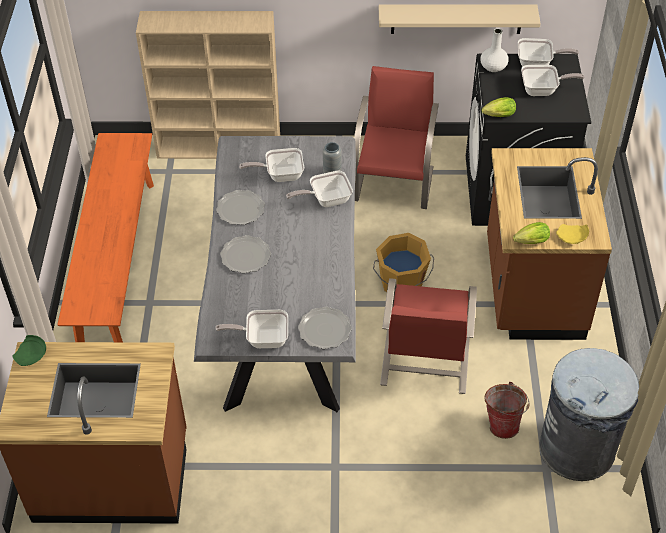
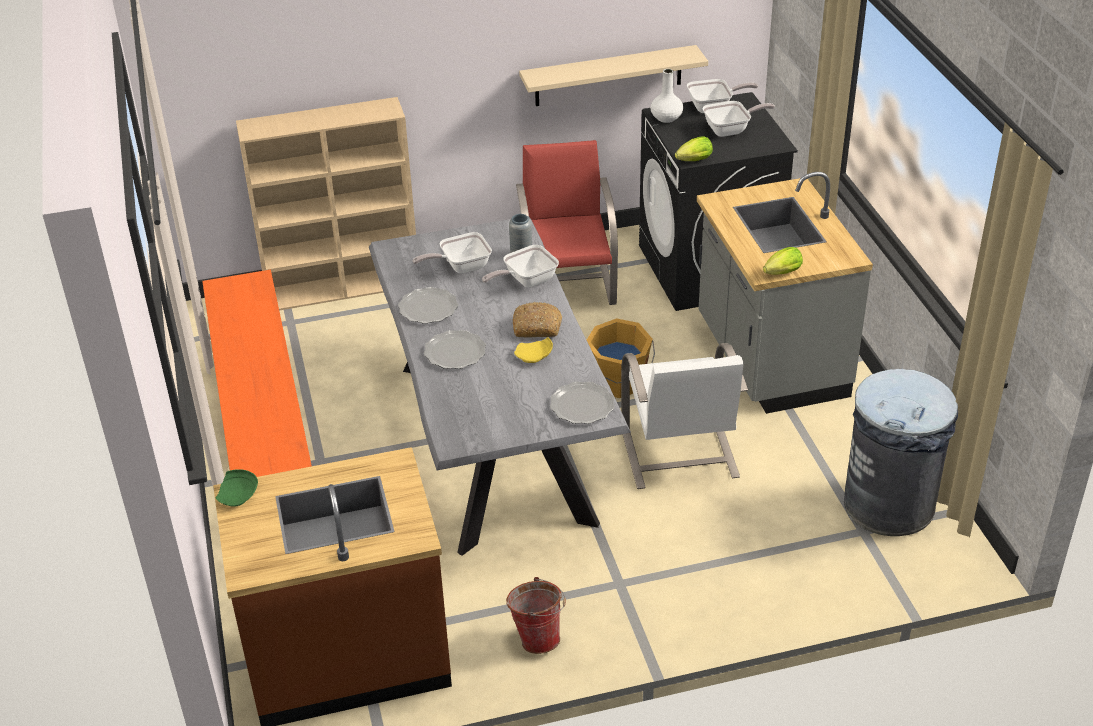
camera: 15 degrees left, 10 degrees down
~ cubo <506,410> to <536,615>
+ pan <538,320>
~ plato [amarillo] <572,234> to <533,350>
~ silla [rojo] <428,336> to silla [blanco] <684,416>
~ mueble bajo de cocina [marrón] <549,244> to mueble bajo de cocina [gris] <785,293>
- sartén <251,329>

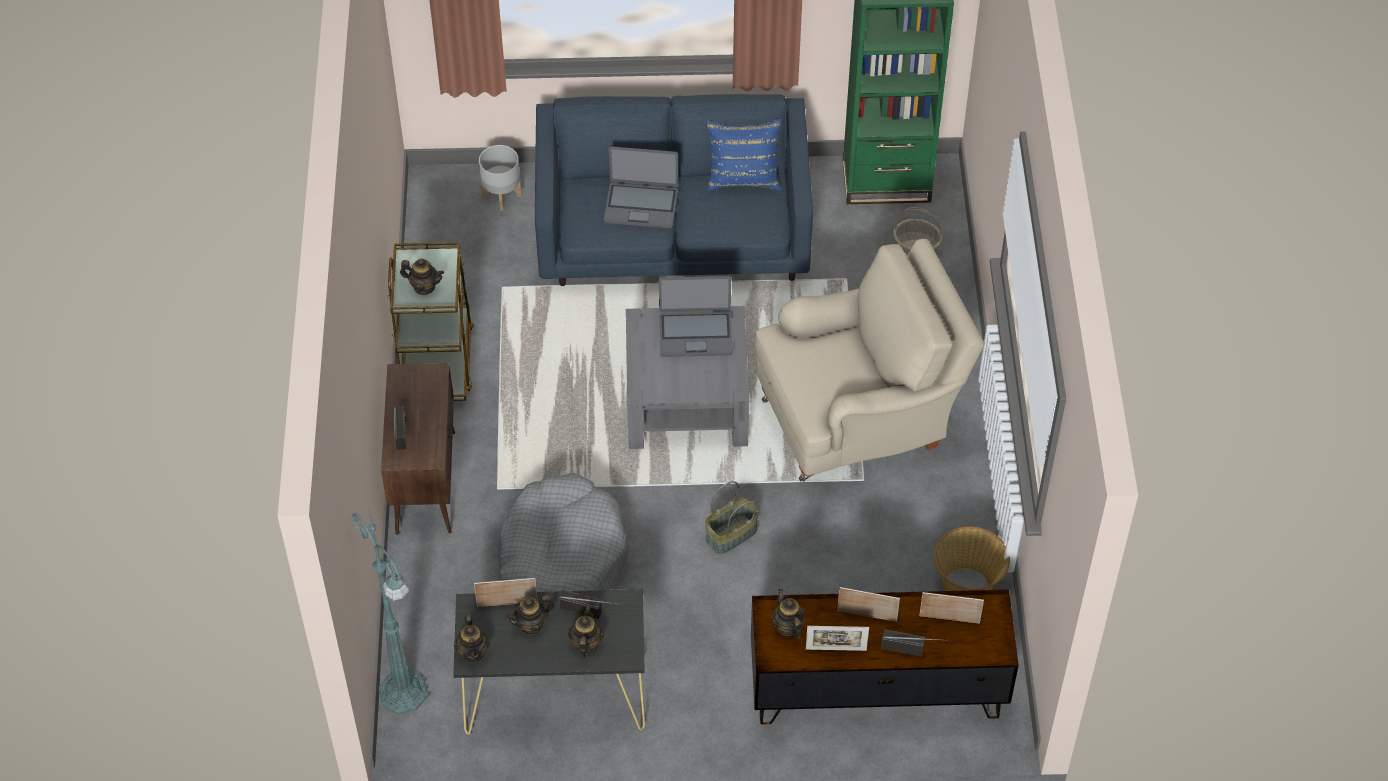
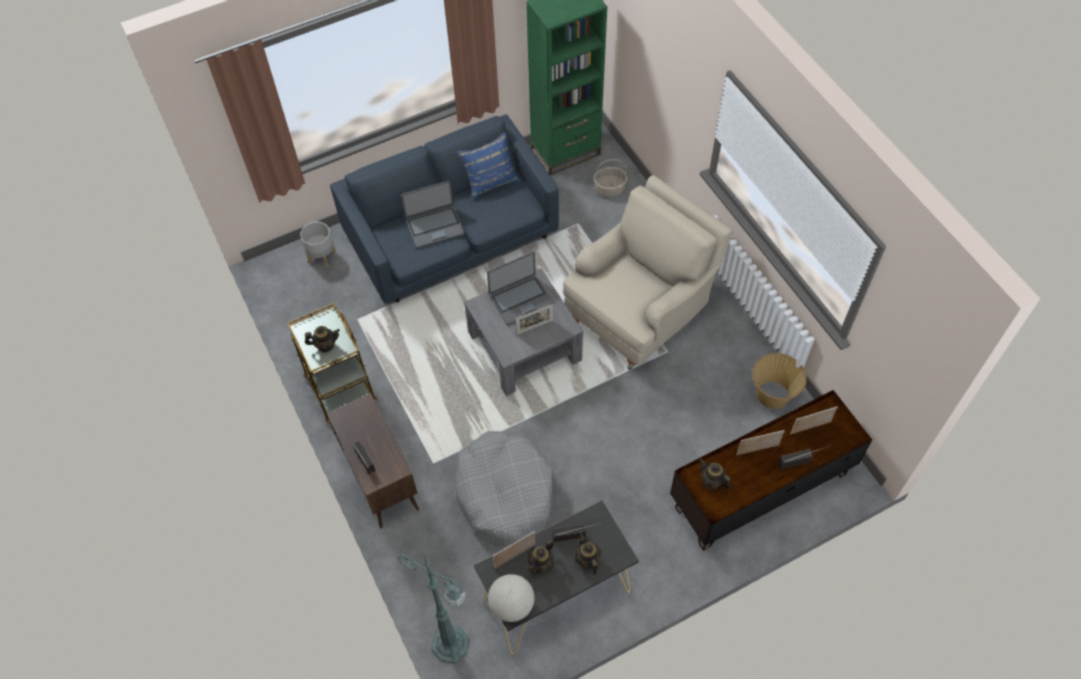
camera: 25 degrees left, 5 degrees up
~ tetera <472,638> to globo terráqueo <511,598>
~ portarretratos <837,638> to <534,319>
- cesta <732,517>

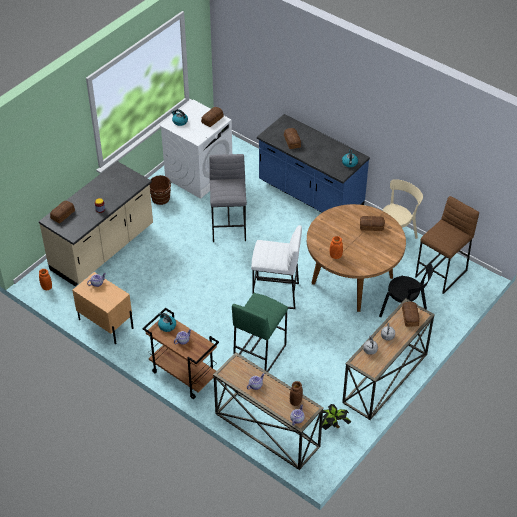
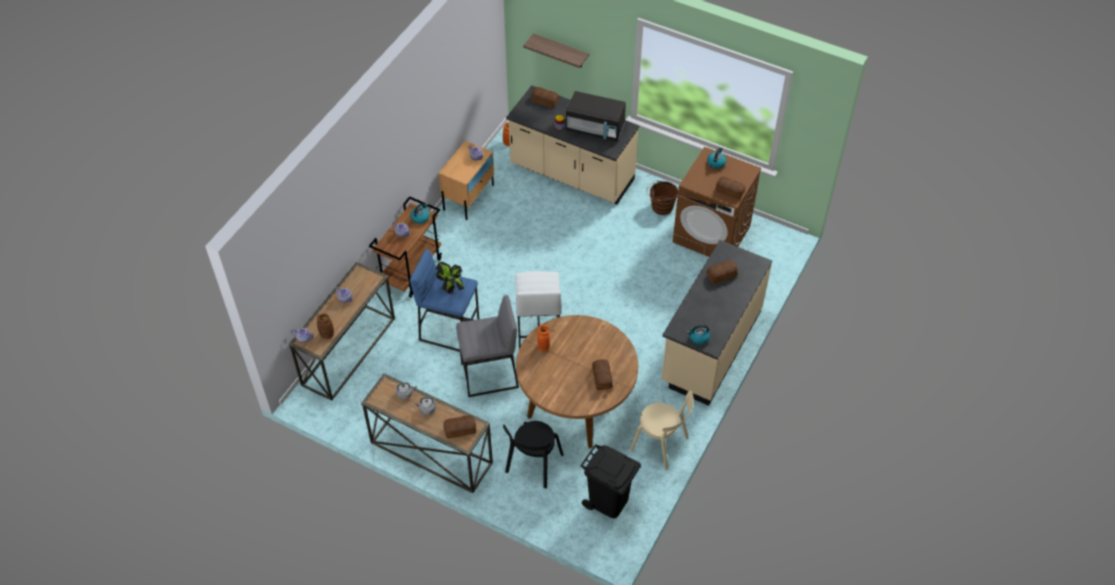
camera: 80 degrees right, 5 degrees up
~ taburete [verde] <260,332> to taburete [azul] <444,300>
~ planta en maceta <337,417> to <450,278>
~ taburete [gris] <228,198> to <487,346>
+ estante <556,50>
+ microondas [negro] <596,116>
~ taburete [marrón] <447,245> to papelera [negro] <611,481>
~ mueble bajo de cocina [azul] <313,163> to mueble bajo de cocina [beis] <716,323>
~ lavadora [blanco] <196,149> to lavadora [marrón] <717,202>

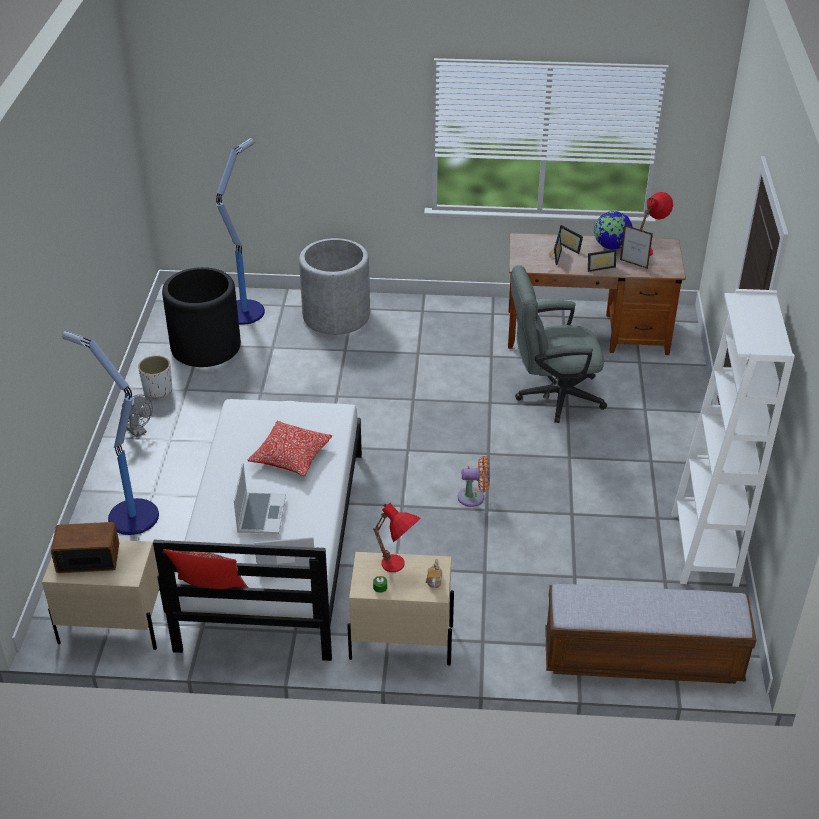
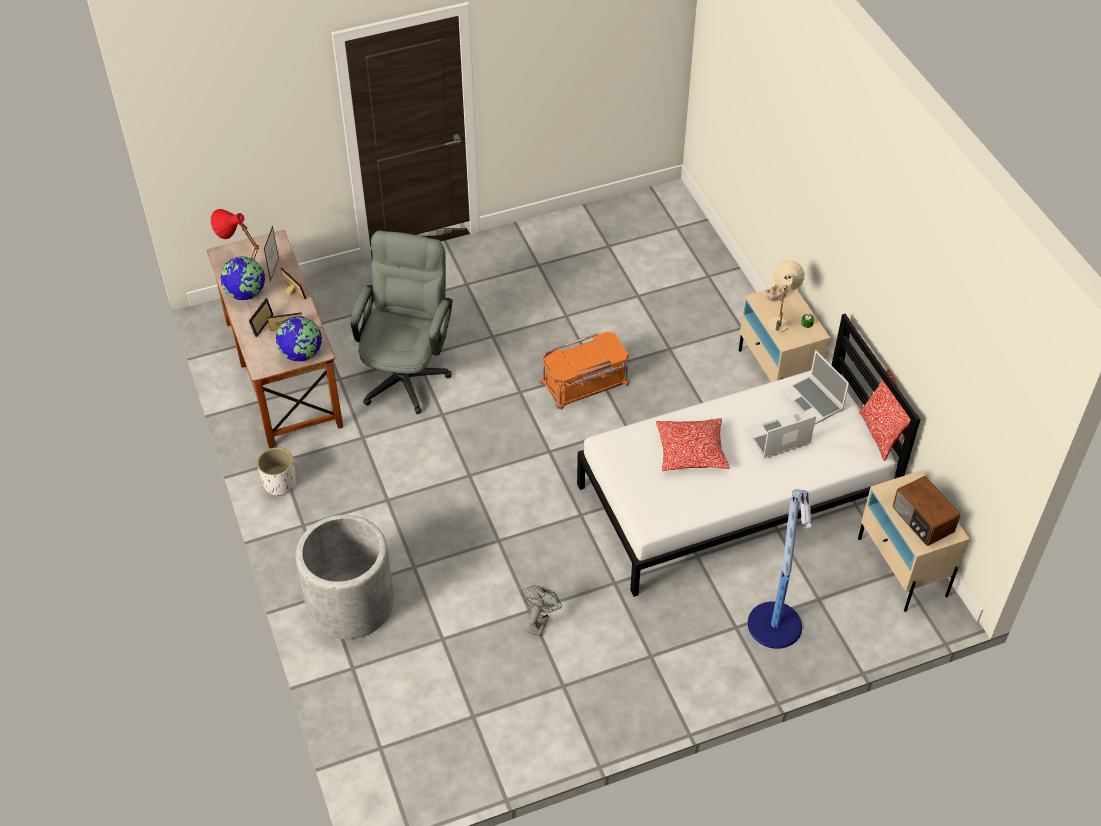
camera: 115 degrees left, 10 degrees up
~ maceta [blanco] <155,377> to <276,471>
+ globo terráqueo <299,339>
~ silla de oficina [gris] <559,344> = <402,322> 135 degrees counterclockwise
~ ventilador [gris] <137,416> to <541,611>
~ ventilador [naranja] <474,481> to caja de almacenaje [naranja] <585,371>
~ lámpara de mesa [rojo] <396,537> to lámpara de mesa [beis] <786,296>
- maceta [negro] <201,317>
- lámpara de pie <240,231>
- banco <650,634>
- estantería [blanco] <733,438>

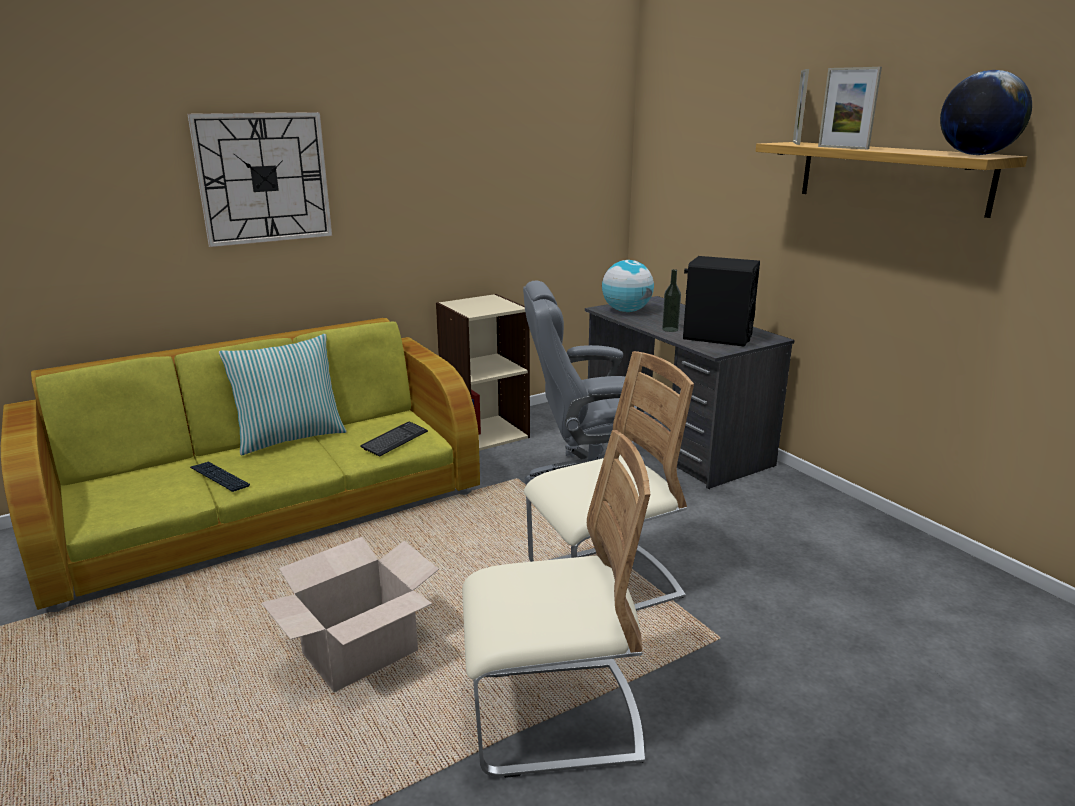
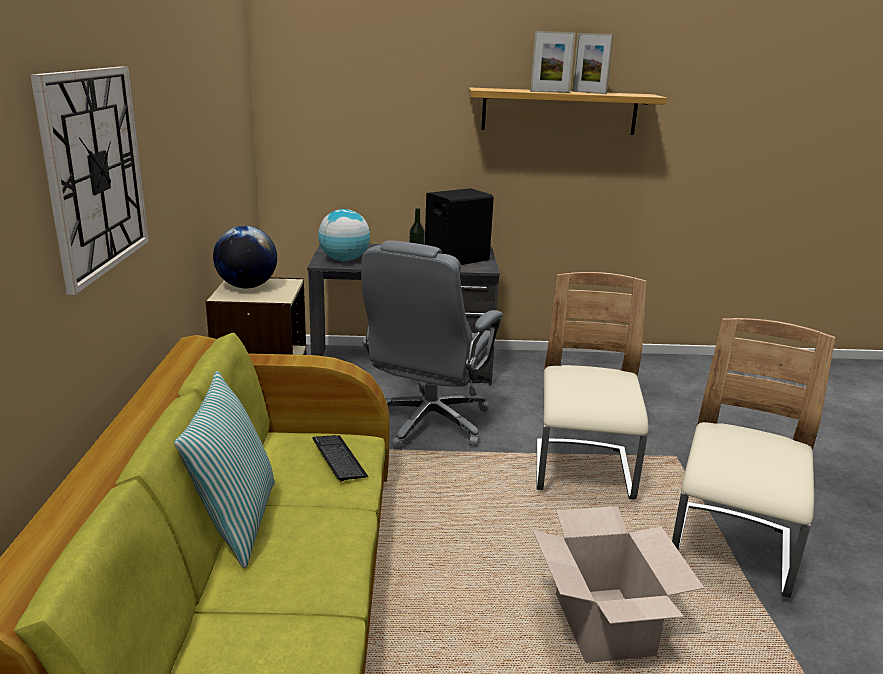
camera: 60 degrees left, 0 degrees up
~ globo terráqueo <986,112> to <245,257>
~ portarretratos <801,107> to <593,63>
- teclado <220,476>

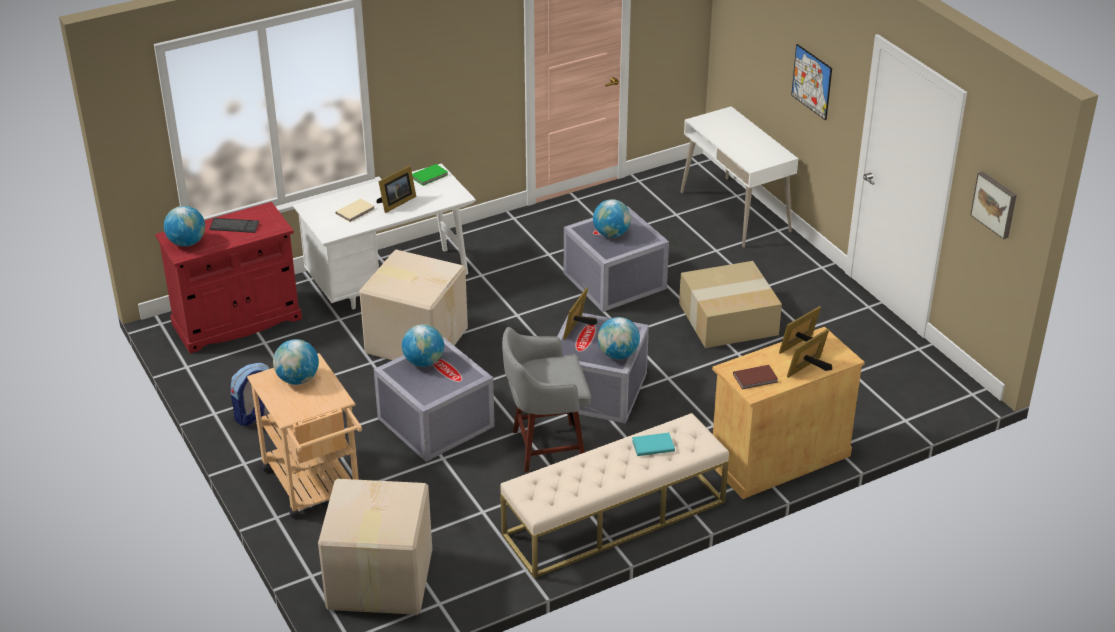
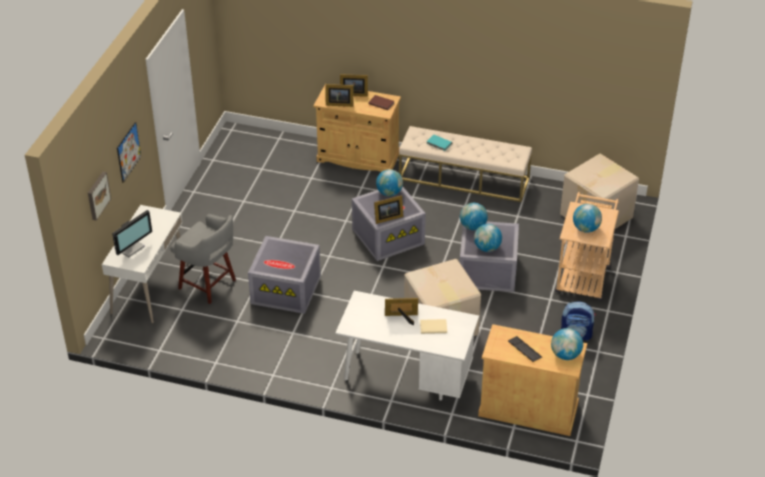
camera: 135 degrees left, 5 degrees up
~ cuadro <993,205> to <99,196>
+ monitor <132,233>
~ taburete [gris] <546,399> to <203,259>
~ globo terráqueo <612,218> to <474,216>
~ armario [rojo] <228,278> to armario [beis] <532,380>
- libro [verde] <430,175>
- caja de cartón <730,304>

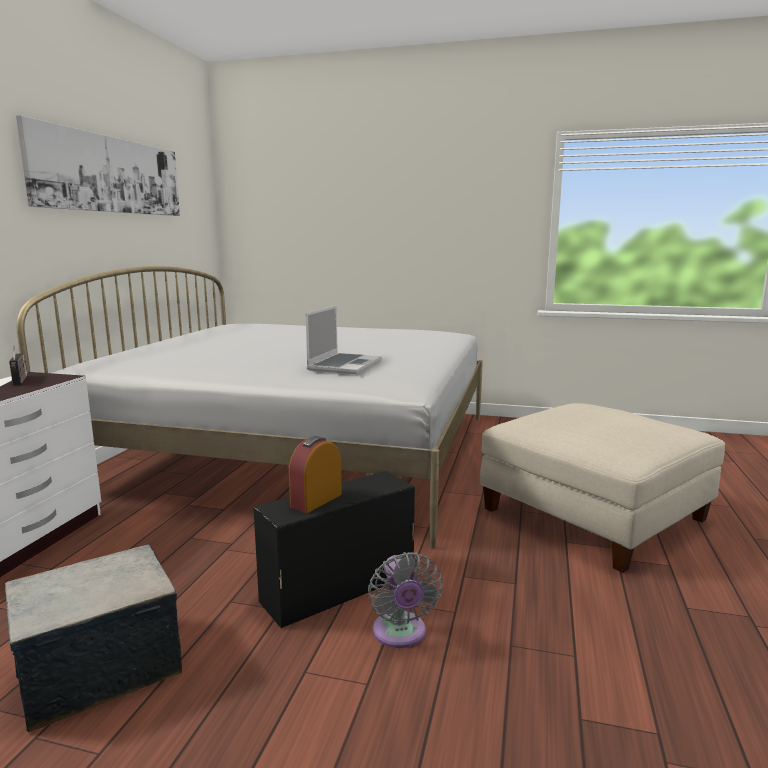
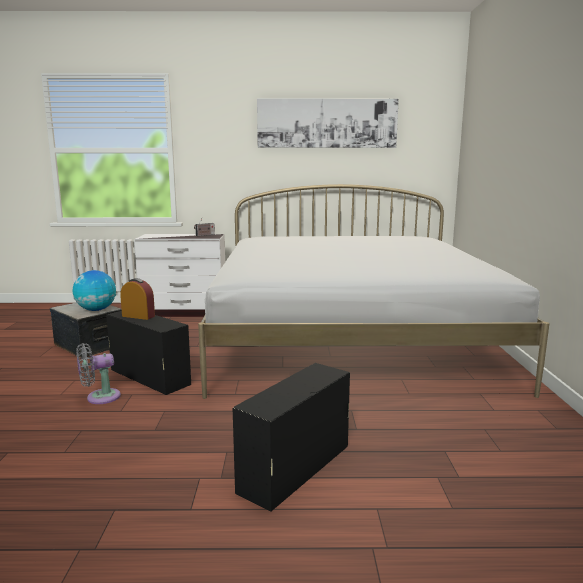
camera: 75 degrees right, 0 degrees up
+ globo terráqueo <94,290>
~ puf [beis] <602,488> to caja de almacenaje [negro] <291,437>
- portátil <343,340>

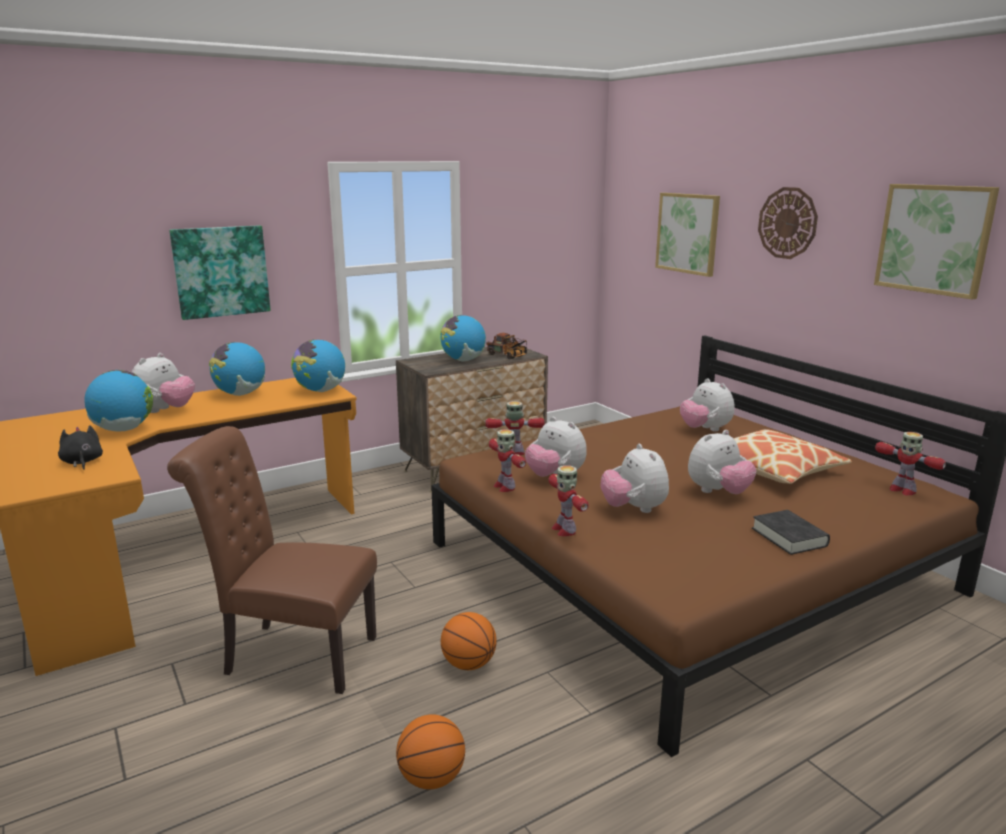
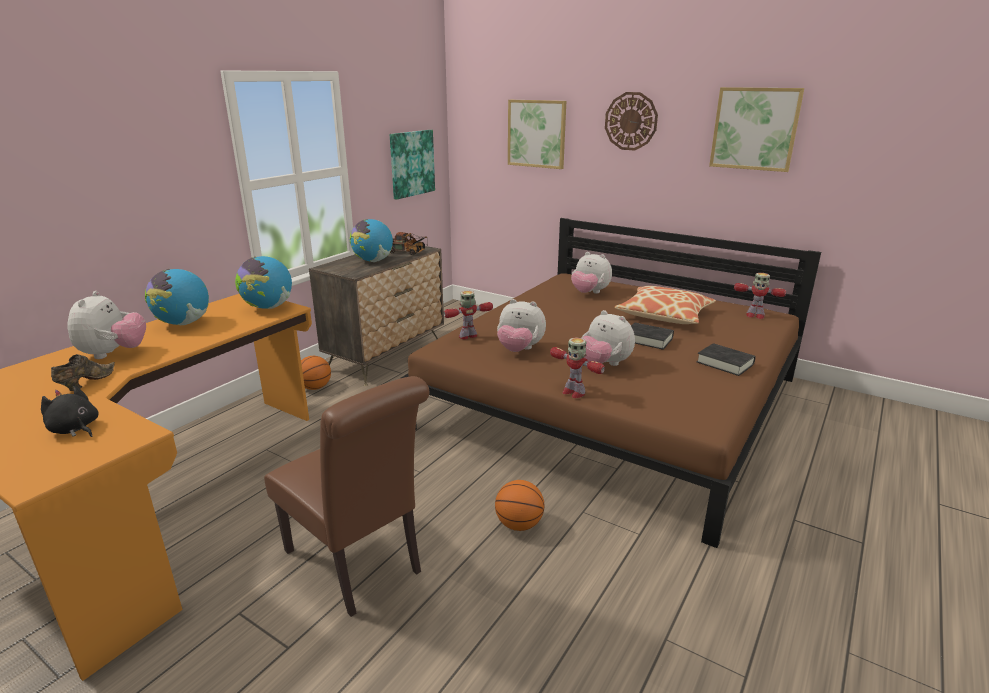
camera: 25 degrees left, 5 degrees up
~ globo terráqueo <118,400> to zapato [marrón] <83,372>
~ silla [marrón] <272,560> = <346,496> 120 degrees counterclockwise
~ balón de baloncesto <430,751> to <316,373>
~ cuadro <220,272> to <412,164>
~ peluche <722,462> to libro [negro] <652,336>
- robot de juguete <507,460>

